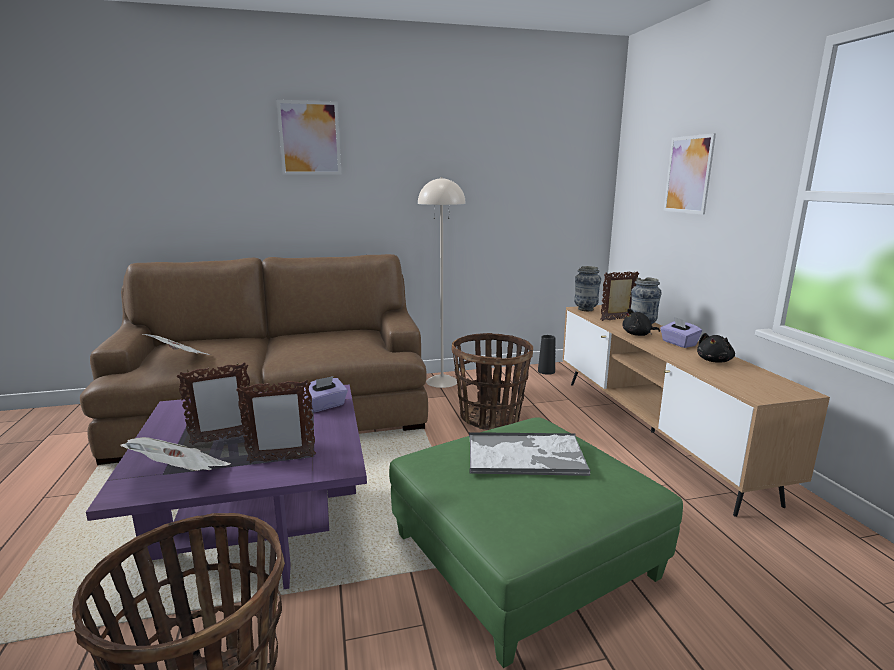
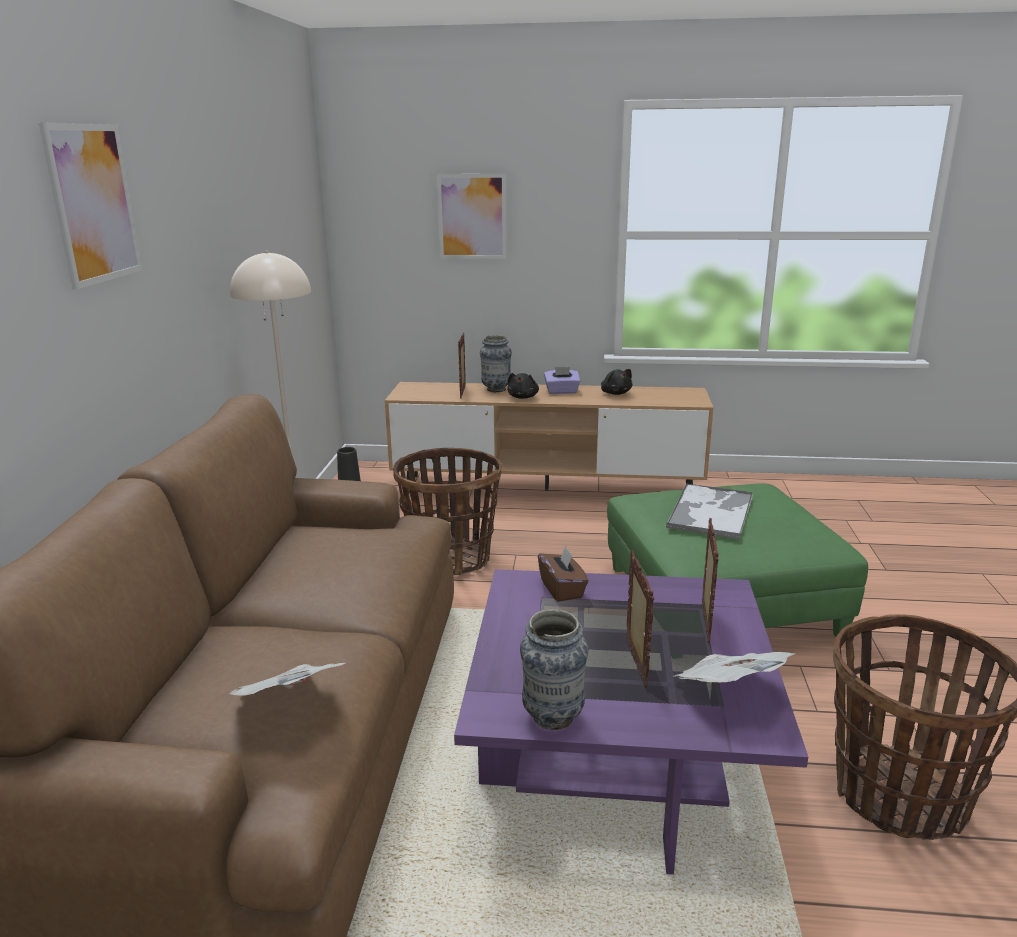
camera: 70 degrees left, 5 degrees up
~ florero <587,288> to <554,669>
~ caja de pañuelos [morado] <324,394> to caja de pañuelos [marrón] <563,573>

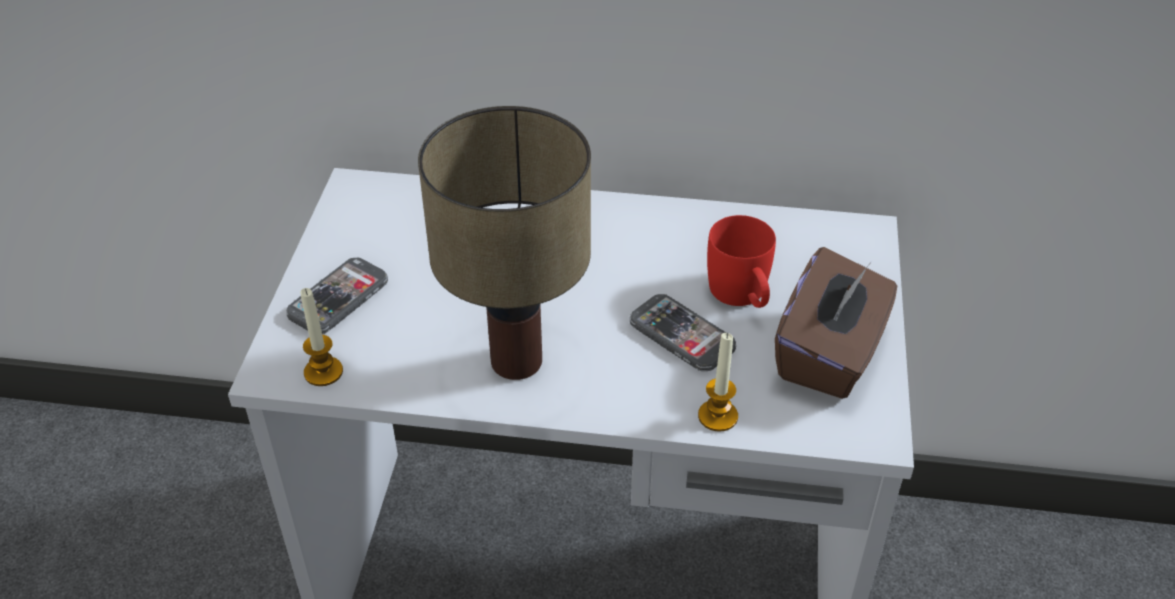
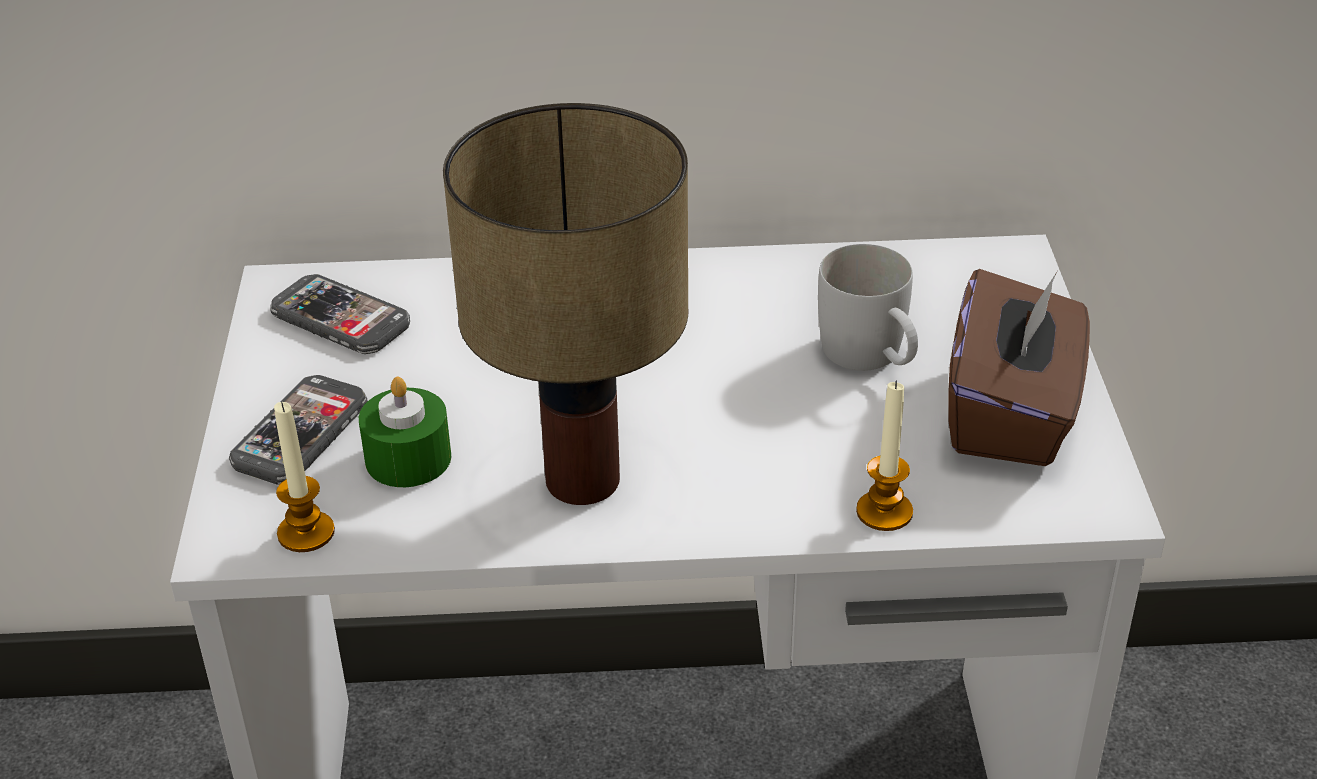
camera: 10 degrees left, 5 degrees down
~ móvil <683,332> to <340,314>
+ vela [verde] <405,432>
~ taza grande [rojo] <741,261> to taza grande [blanco] <868,307>

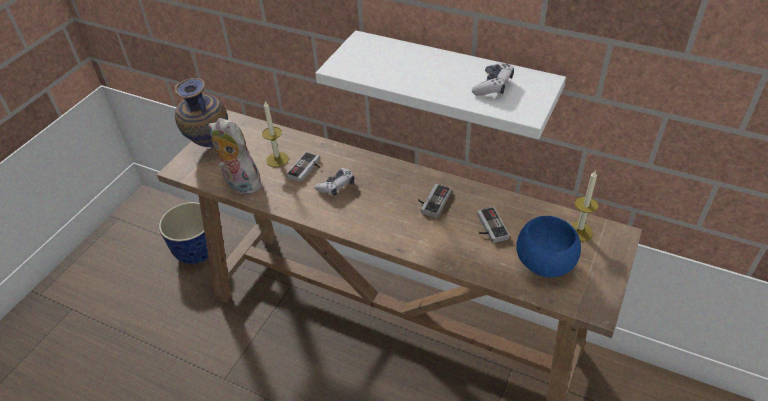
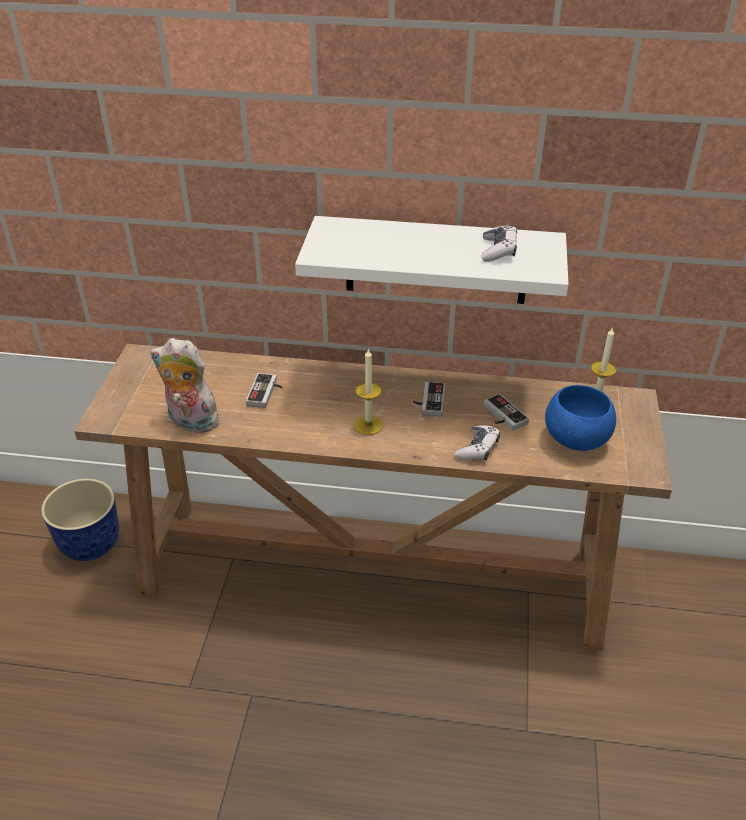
camera: 20 degrees left, 5 degrees down
~ vela <275,134> to <368,391>
~ mando de consola <334,182> to <477,442>
- florero <201,112>

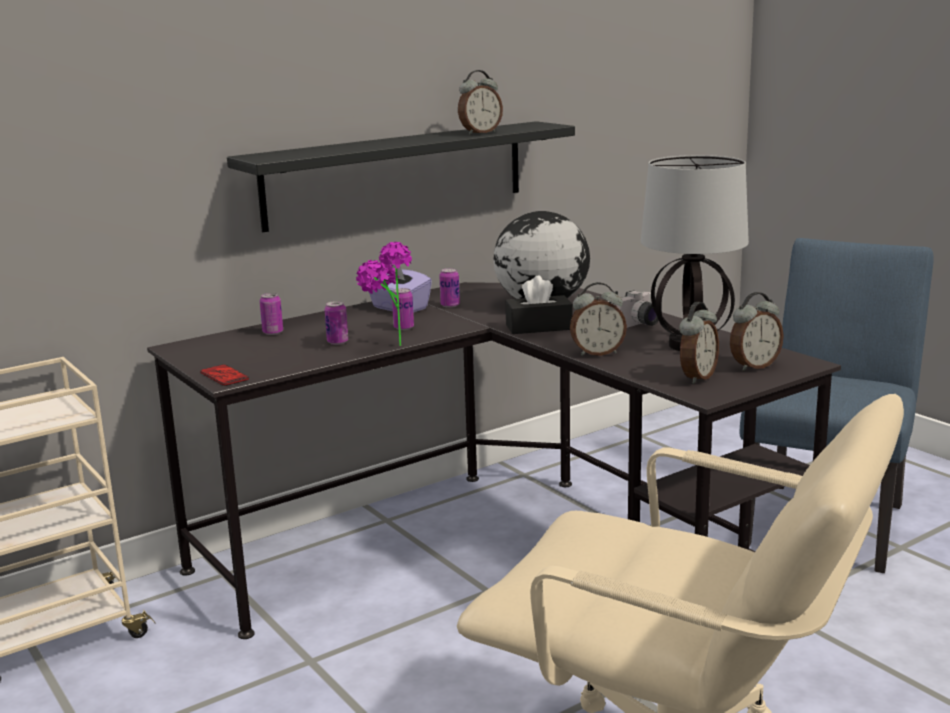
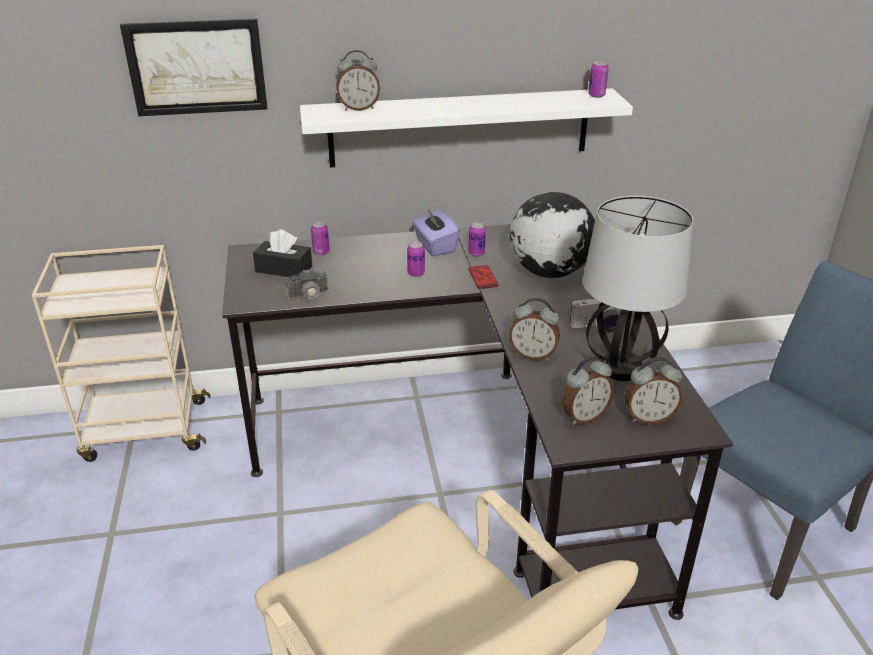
camera: 25 degrees right, 15 degrees up
+ cuadro <194,67>
~ caja de pañuelos [negro] <539,305> to <282,253>
+ cámara <313,286>
~ estante [negro] <401,176> to estante [blanco] <466,128>
~ despertador <480,102> to <358,80>
~ móvil <224,375> to <483,277>
~ lata <336,323> to <598,79>
- planta en maceta <384,294>

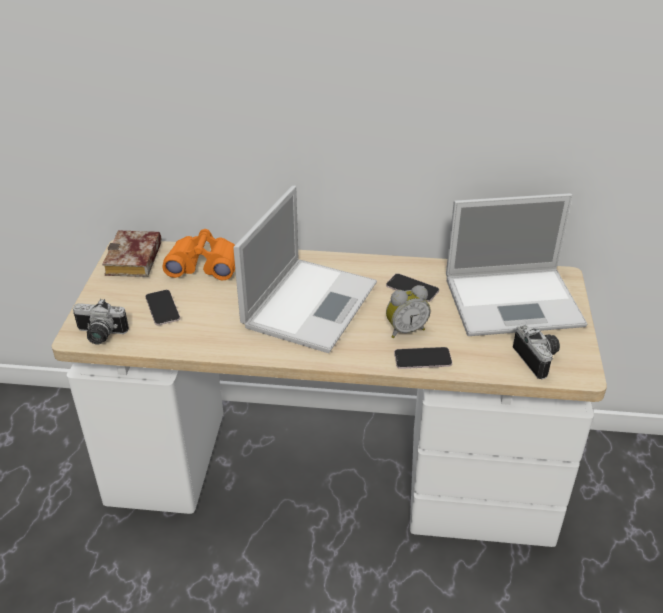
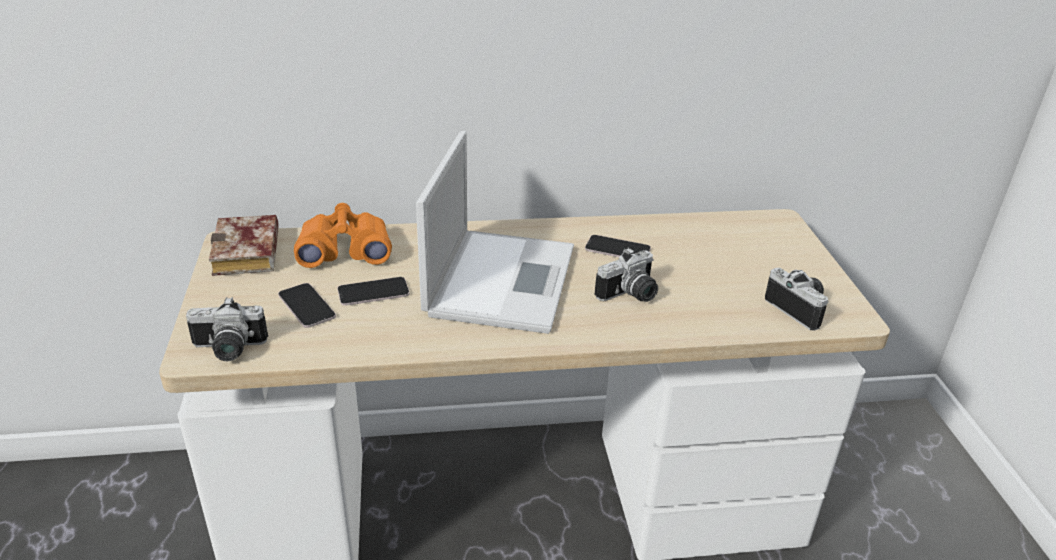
camera: 15 degrees left, 5 degrees down
~ móvil <423,358> to <373,291>
~ despertador <408,311> to cámara <626,275>
- portátil <516,264>

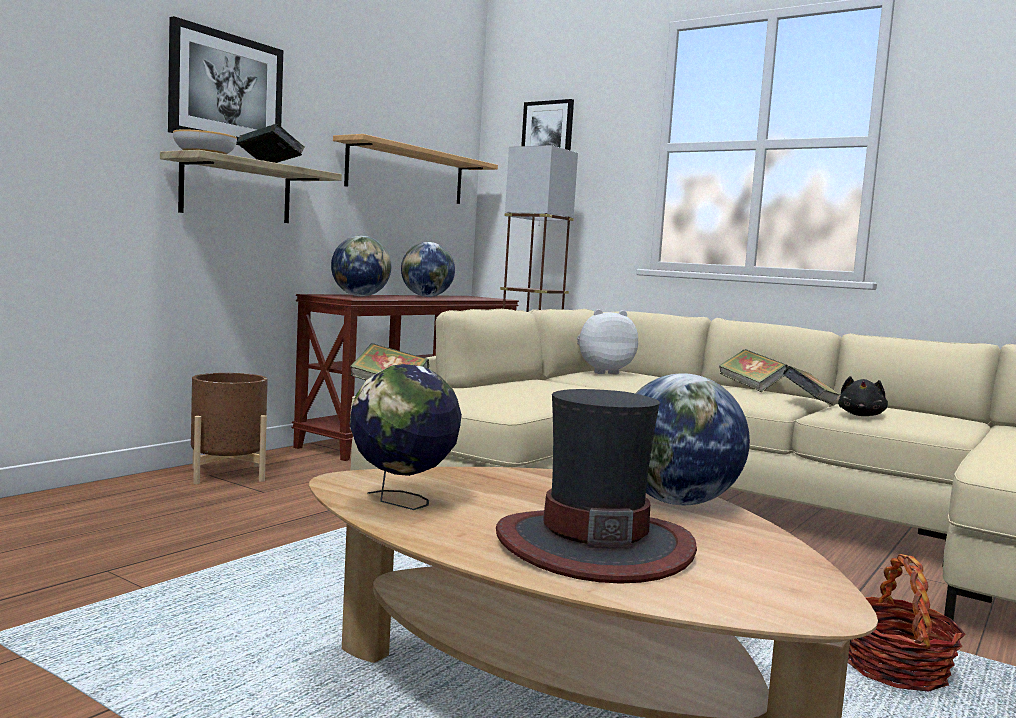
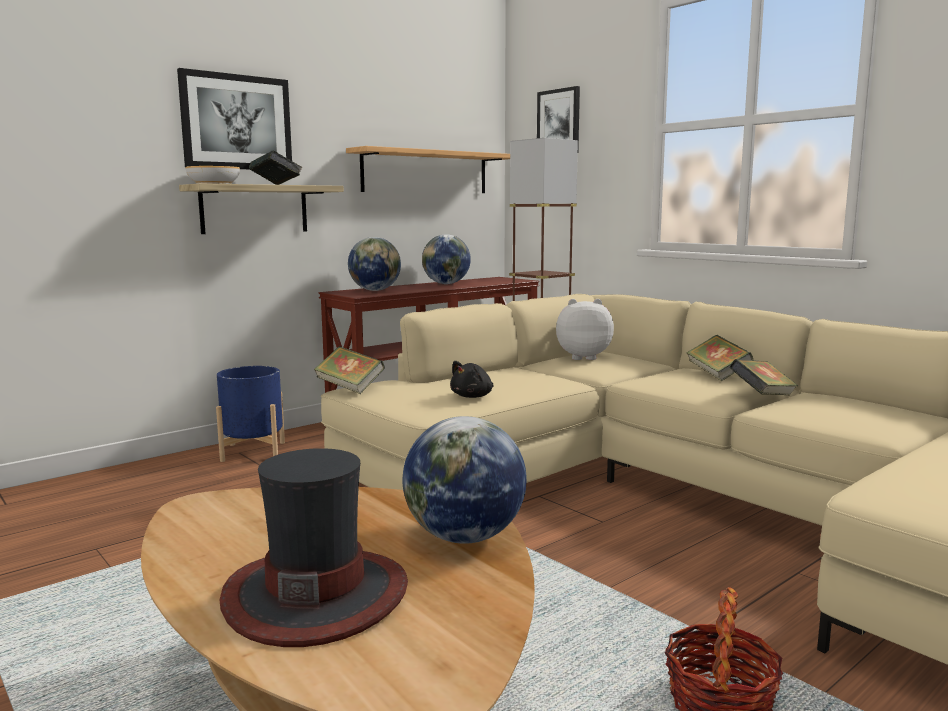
camera: 15 degrees right, 5 degrees up
~ maceta [marrón] <229,428> to maceta [azul] <250,414>
~ peluche [negro] <863,396> to <472,379>
- globo terráqueo <406,437>

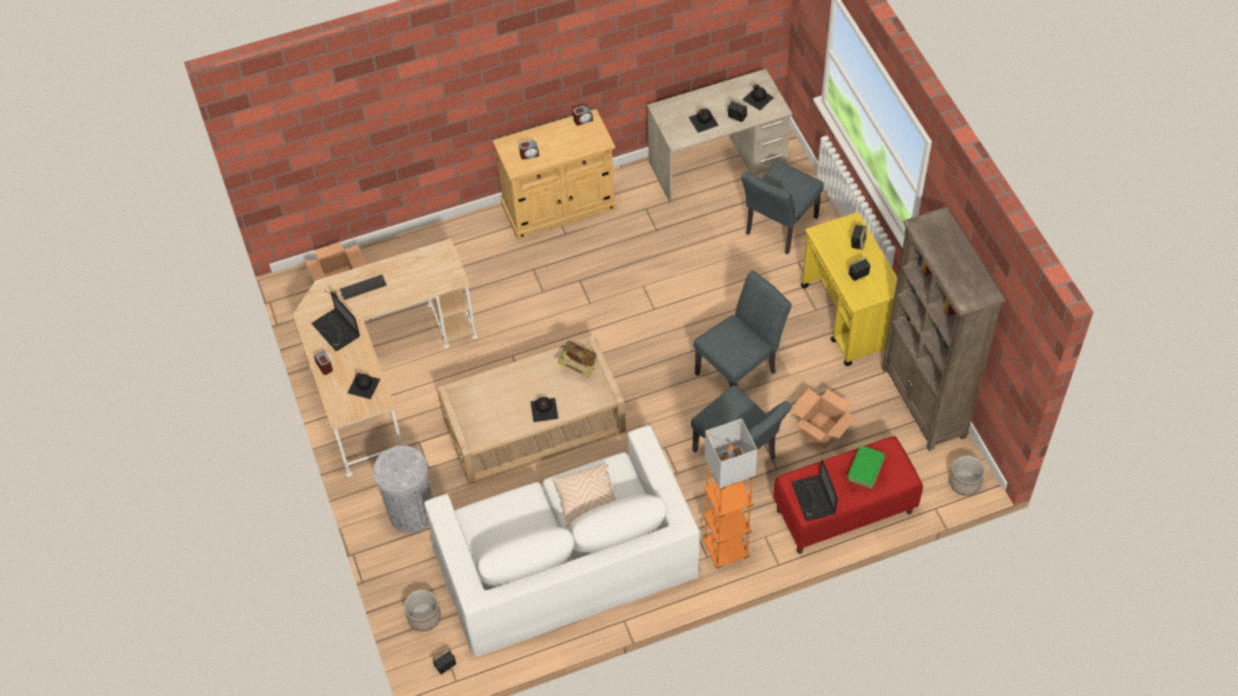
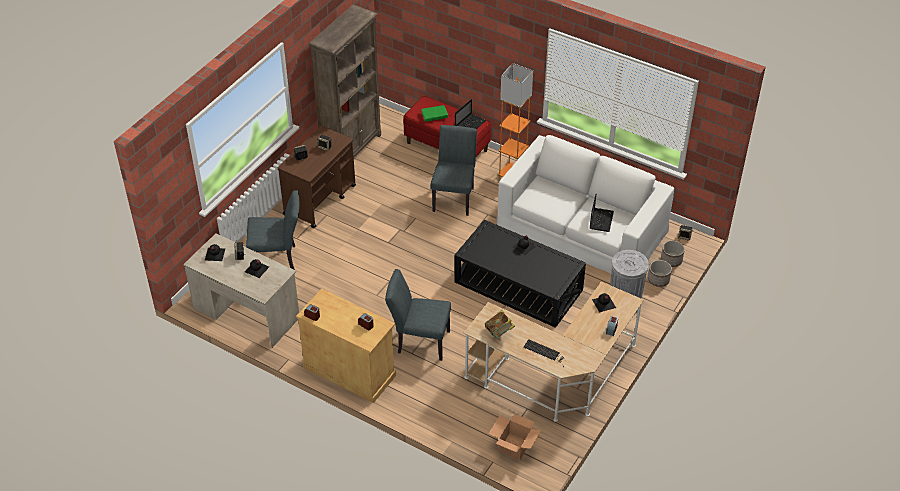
camera: 130 degrees left, 10 degrees down
~ carrito [amarillo] <849,289> to carrito [marrón] <316,177>
~ silla [gris] <743,328> to <418,315>
~ mesa de centro [beis] <531,410> to mesa de centro [negro] <520,274>
~ libro <577,359> to <500,324>
~ portátil <335,321> to <602,213>
~ maceta <967,476> to <660,273>
- cojín [beis] <583,495>
- caja de cartón <824,419>

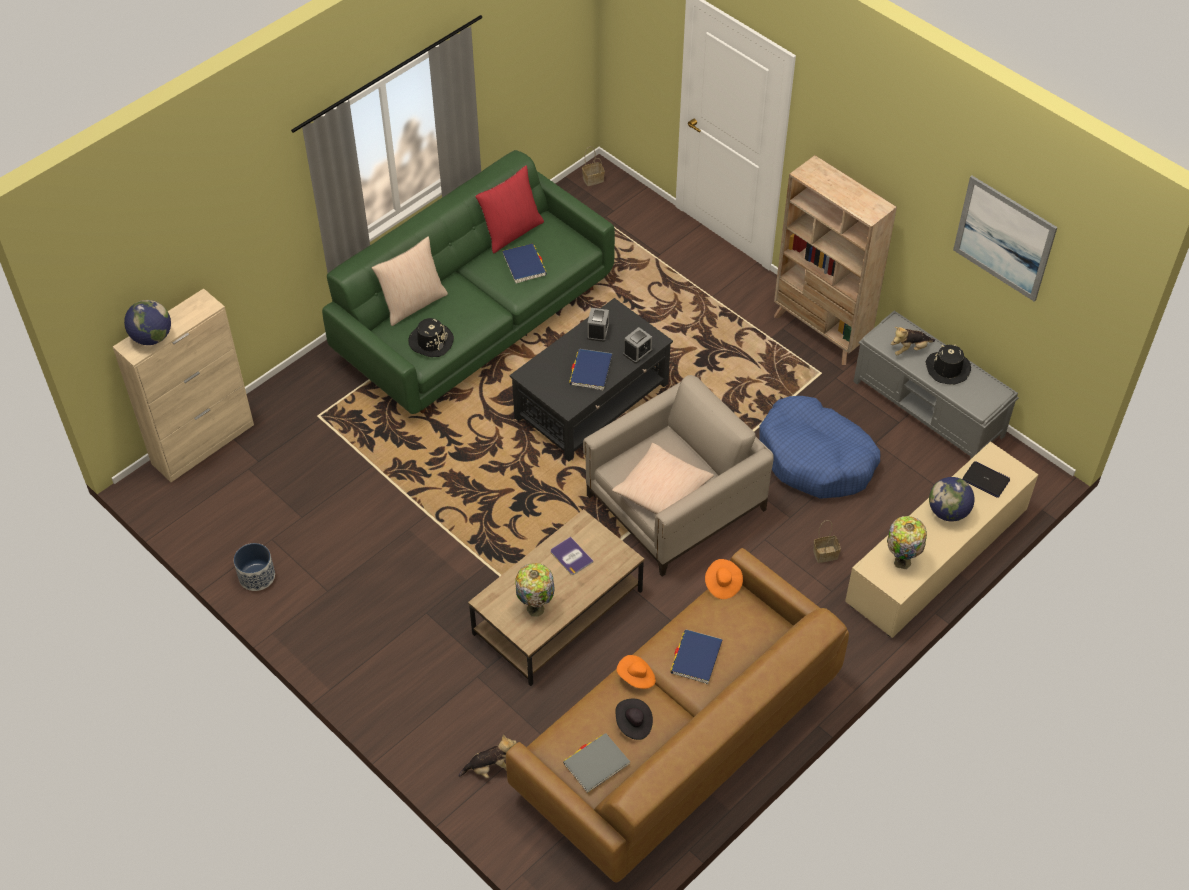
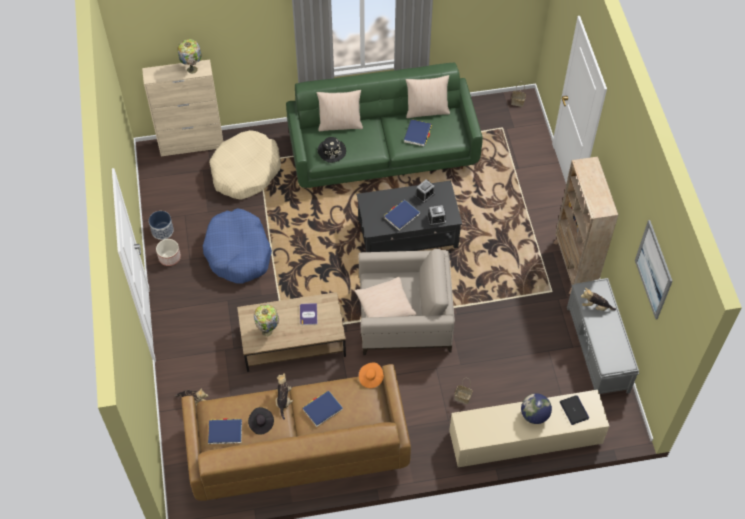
camera: 35 degrees right, 5 degrees up
+ maceta <168,252>
~ lámpara de mesa <907,542> to <189,56>
~ cama para perro [azul] <819,447> to <237,246>
~ libro [gris] <596,763> to libro [azul] <225,431>
+ cama para perro [beis] <245,164>
~ sombrero [naranja] <636,672> to peluche <284,396>
~ cojín [rojo] <509,209> to cojín [beis] <428,96>
- globo terráqueo <147,322>
- sombrero [negro] <948,364>

